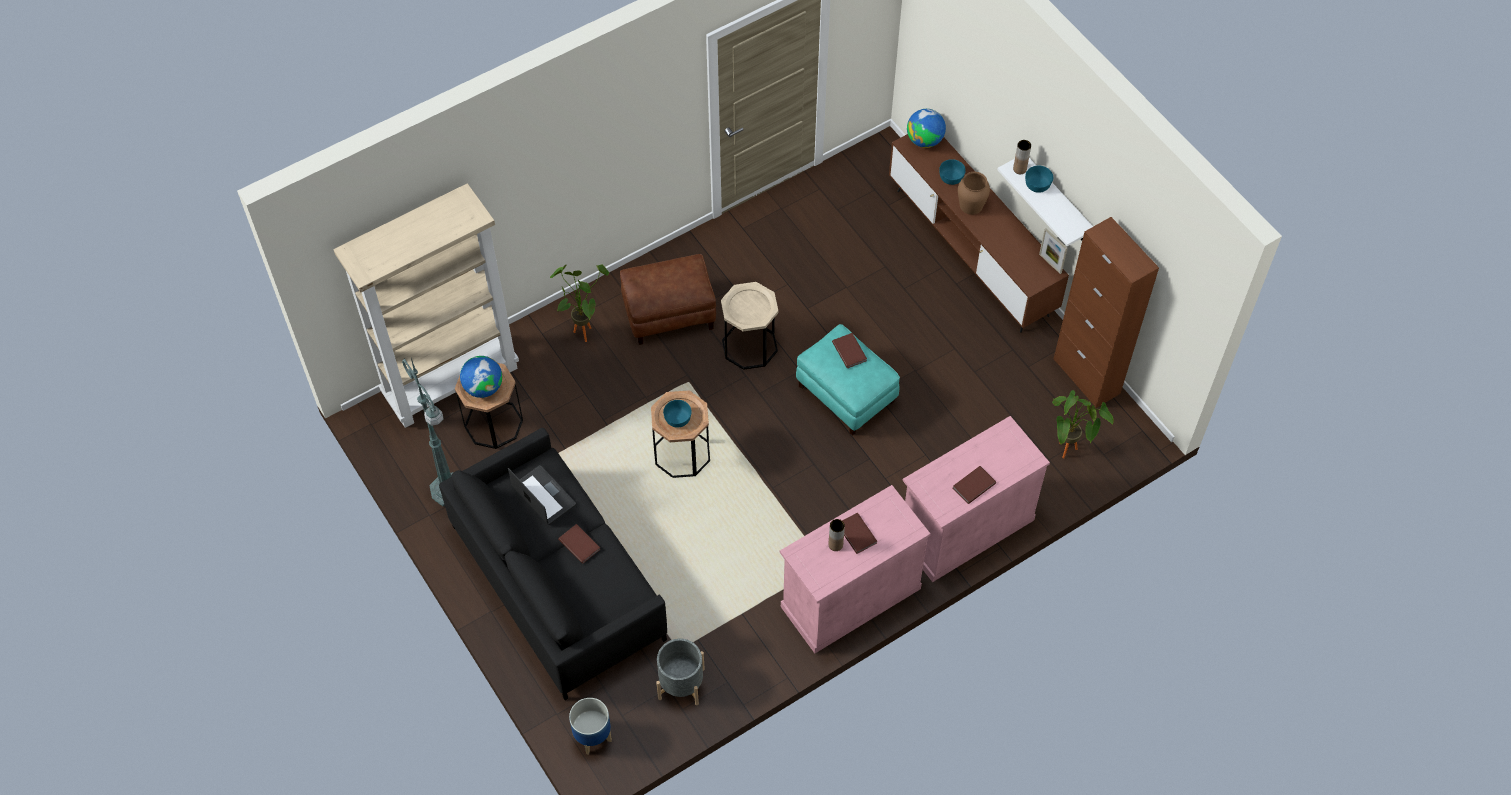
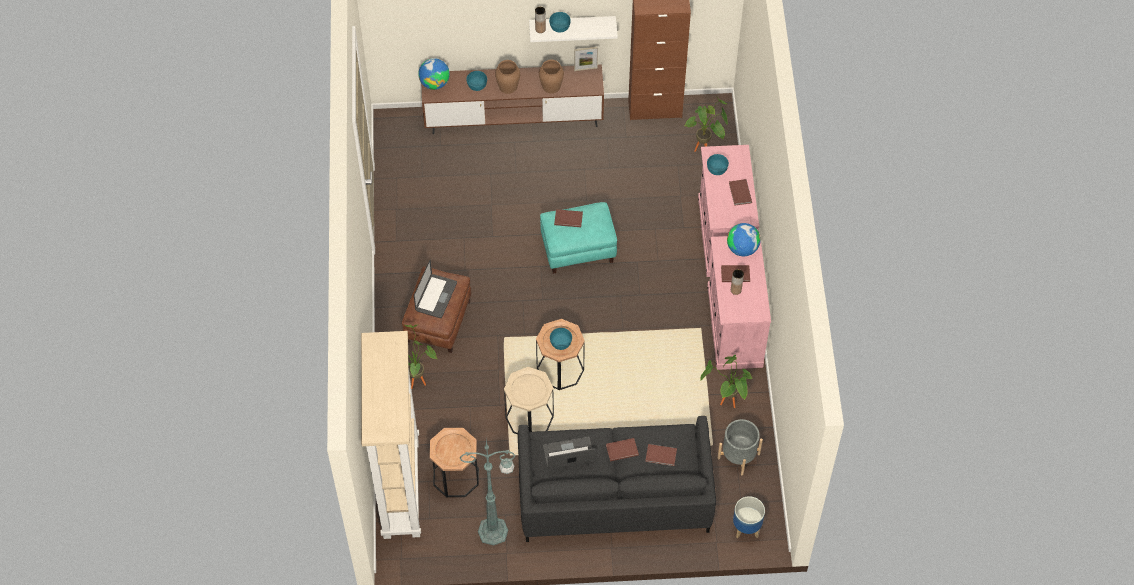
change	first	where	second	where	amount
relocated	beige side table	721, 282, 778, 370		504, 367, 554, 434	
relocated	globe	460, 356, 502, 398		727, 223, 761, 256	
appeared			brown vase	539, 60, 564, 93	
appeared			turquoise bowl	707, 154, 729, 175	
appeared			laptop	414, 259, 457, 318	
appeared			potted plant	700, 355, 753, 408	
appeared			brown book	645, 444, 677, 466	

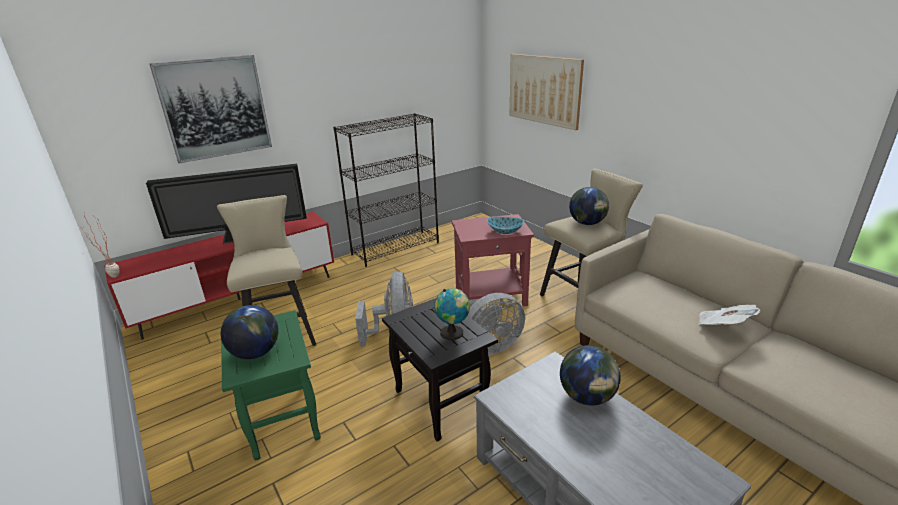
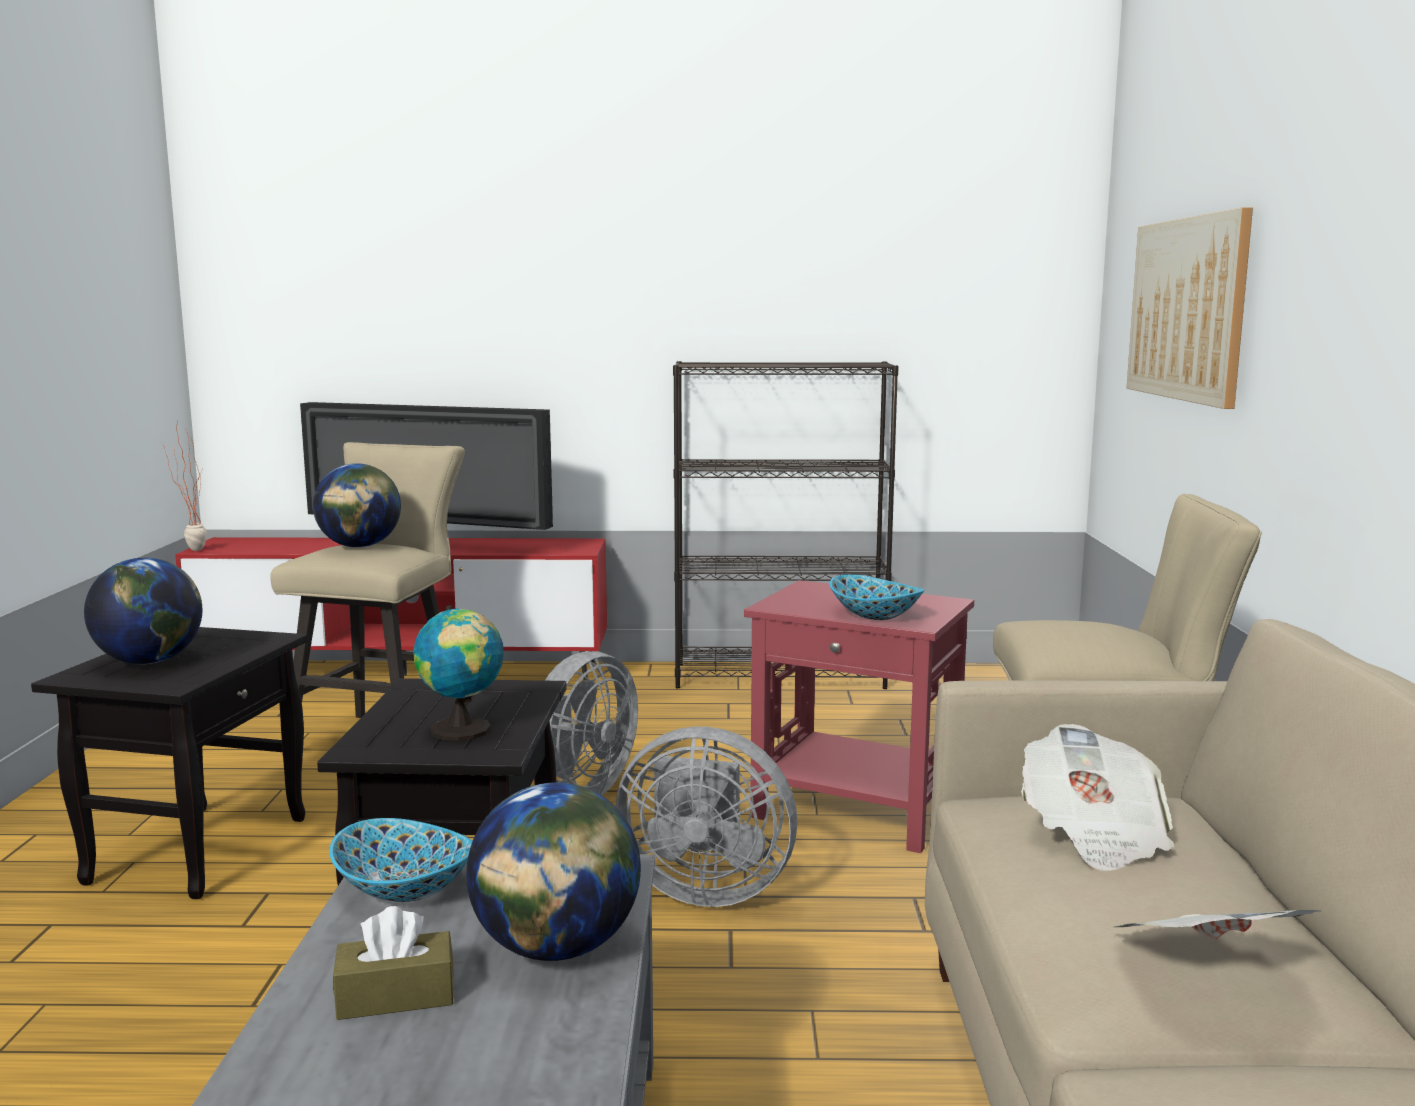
change	first	where	second	where	amount
missing	picture	150, 55, 272, 163			
relocated	globe	569, 187, 609, 225		313, 463, 401, 548	
colour	green side table	221, 310, 320, 461	black side table	31, 627, 307, 899	
appeared			newspaper	1021, 724, 1174, 871	
appeared			bowl	329, 818, 472, 902	
appeared			brown tissue box	333, 906, 454, 1020	

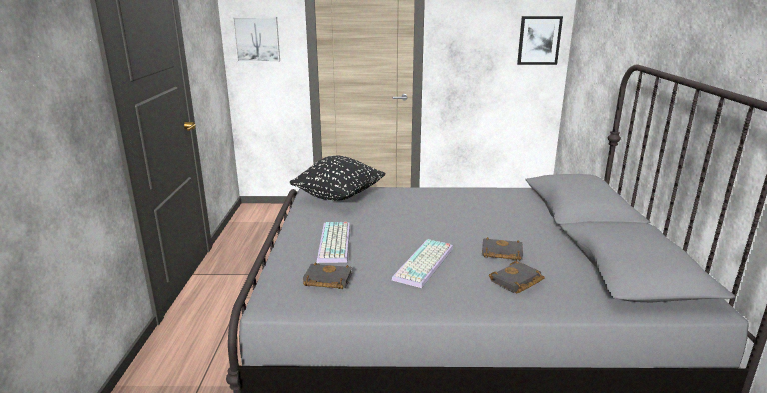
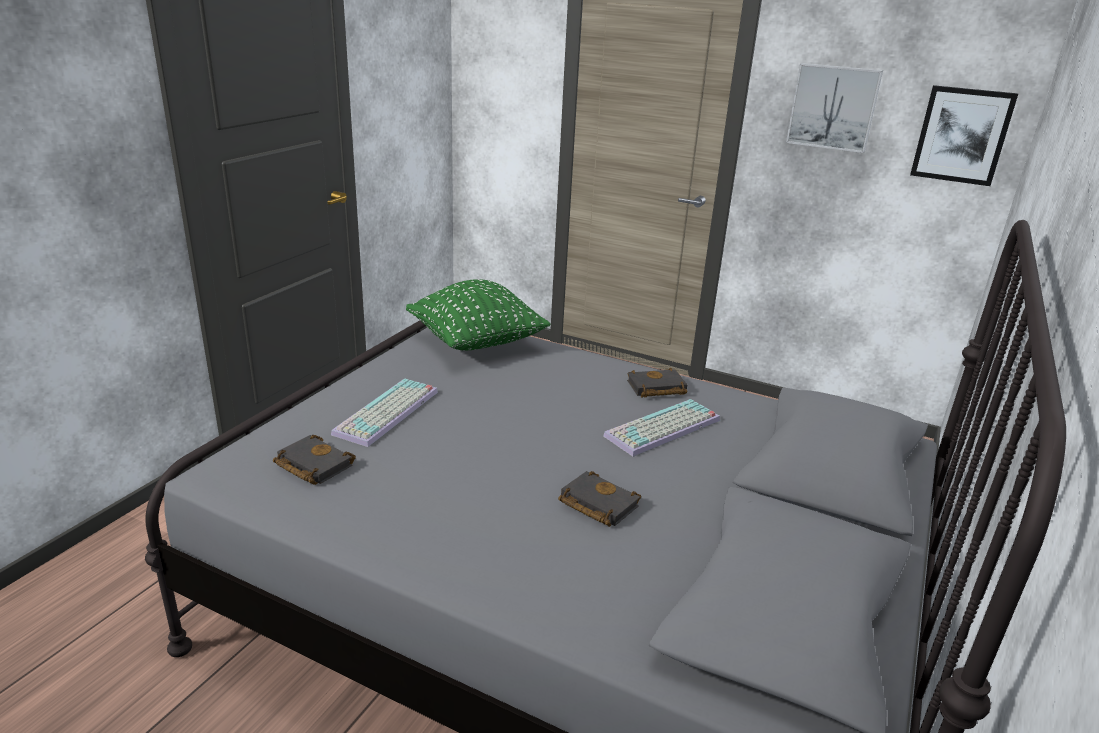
change	first	where	second	where	amount
relocated	picture	233, 17, 280, 62		786, 63, 883, 153	
colour	black pillow	290, 155, 386, 201	green pillow	406, 279, 550, 350	
relocated	keyboard	392, 239, 453, 288		603, 399, 720, 457	
relocated	black book	489, 261, 544, 294		627, 368, 687, 398	

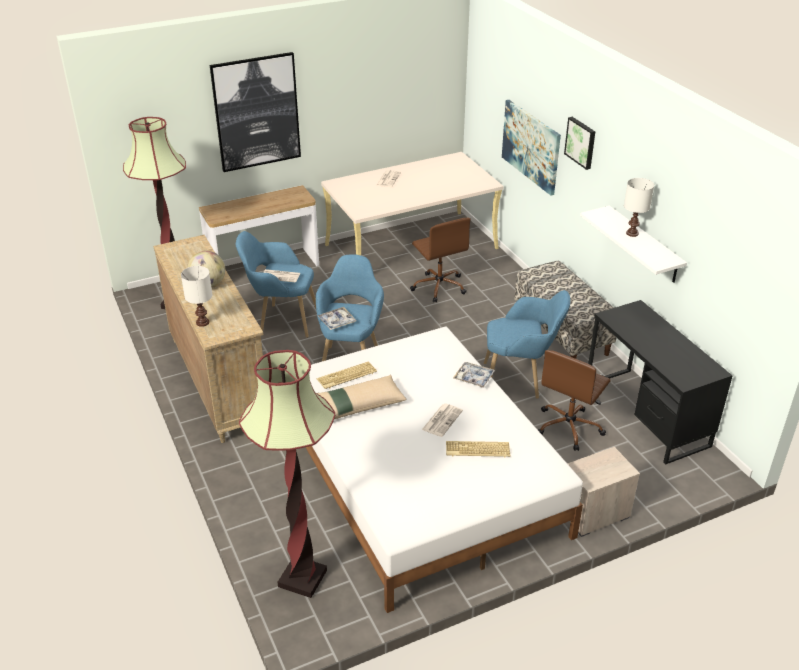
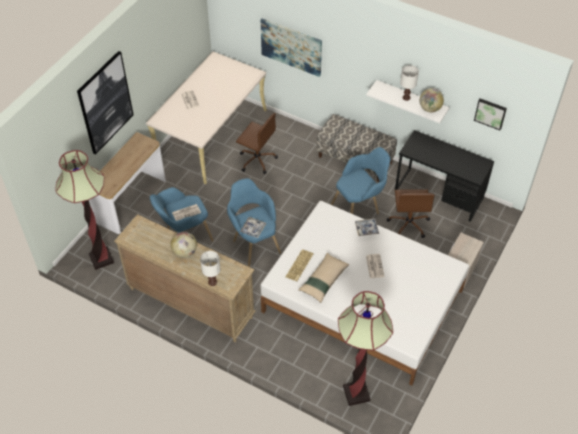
change	first	where	second	where	amount
relocated	picture	564, 117, 595, 170		474, 98, 507, 130	
missing	keyboard	446, 441, 510, 458			
appeared			globe	420, 88, 444, 112	

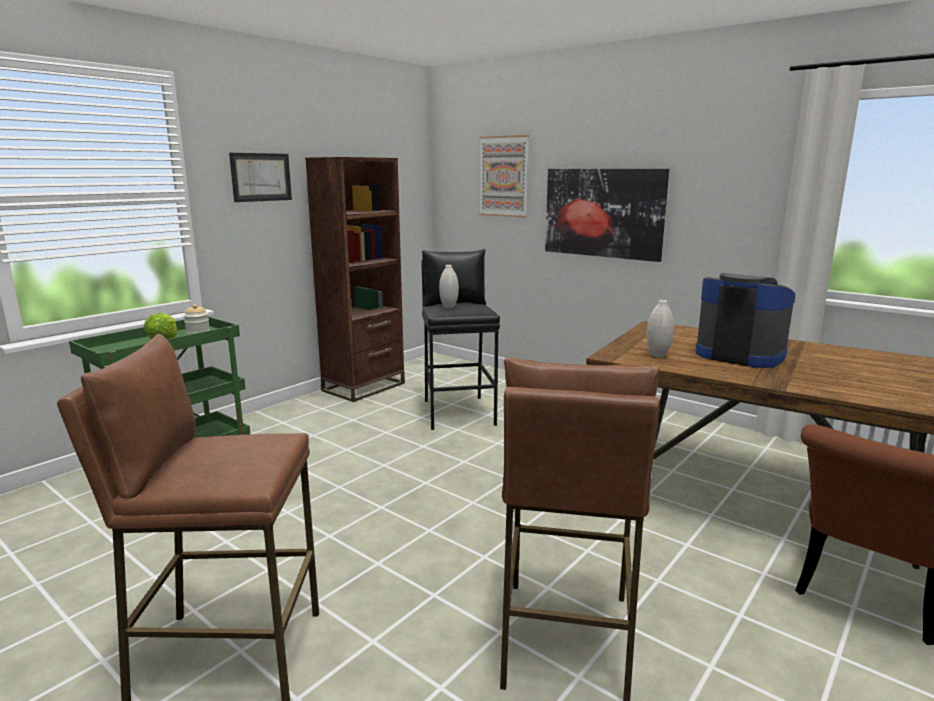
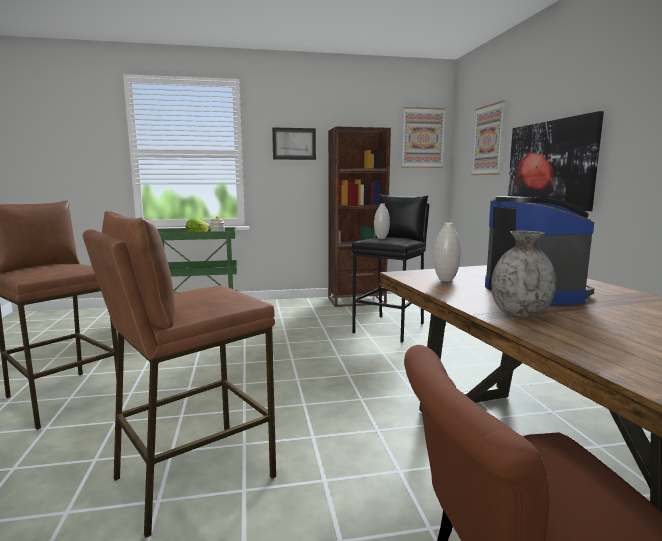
change	first	where	second	where	amount
appeared			picture	402, 107, 446, 168	
appeared			grey vase	491, 231, 556, 317	

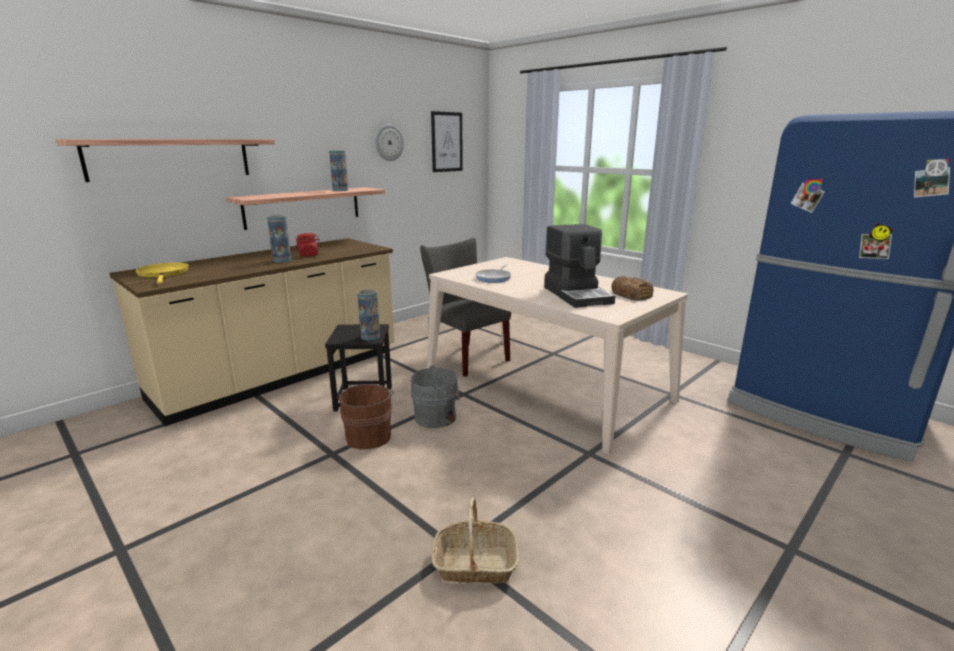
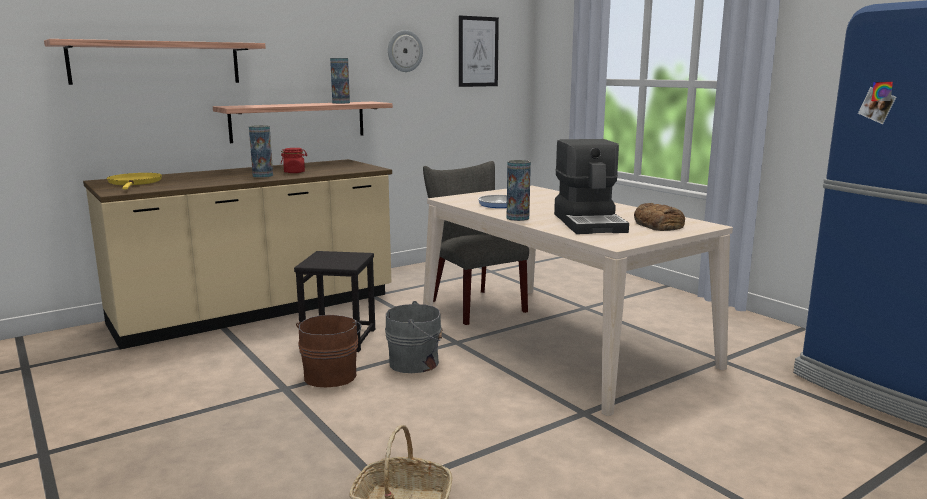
change	first	where	second	where	amount
relocated	vase	357, 289, 380, 341		507, 160, 531, 221	

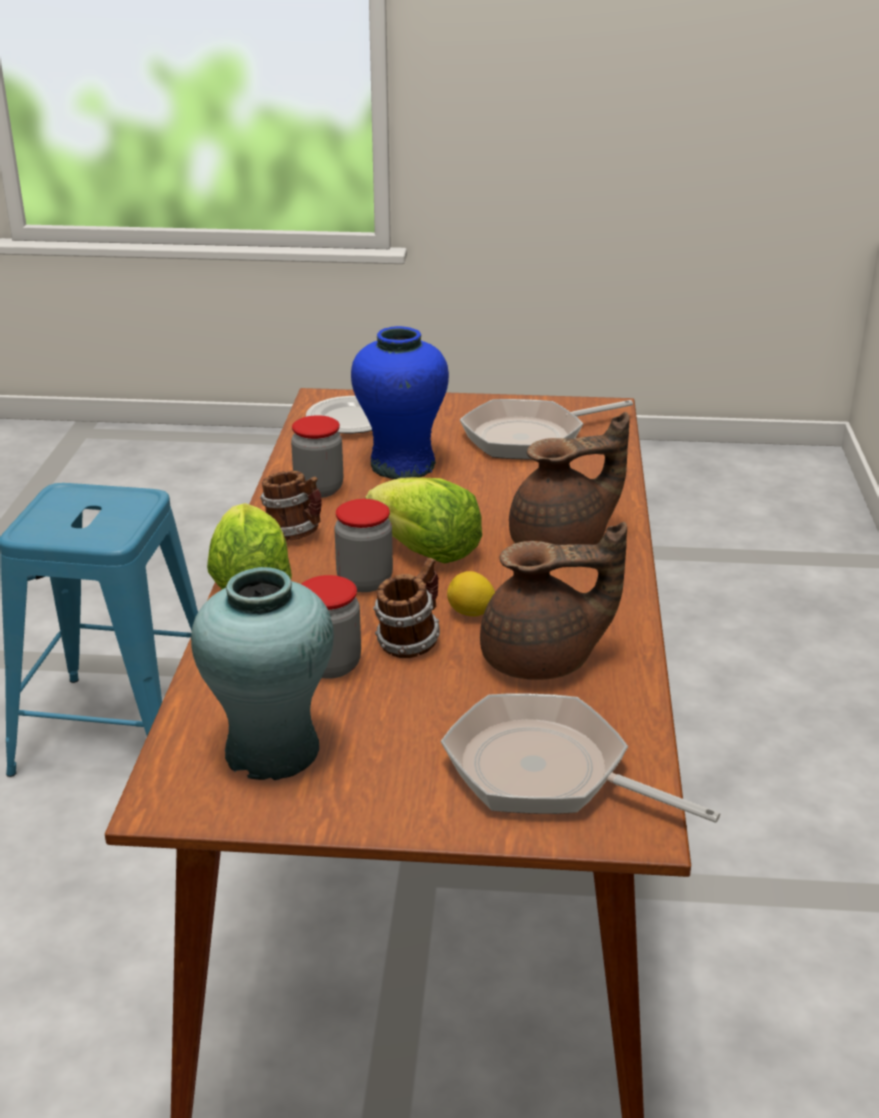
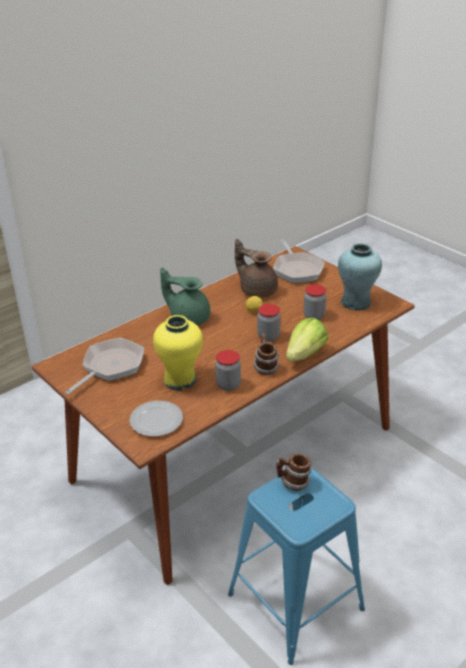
change	first	where	second	where	amount
colour	blue vase	351, 326, 449, 479	yellow vase	153, 315, 203, 391	
spun	frying pan	460, 399, 633, 460		65, 338, 144, 395	75 degrees counterclockwise
colour	brown teapot	509, 412, 630, 545	green teapot	160, 267, 210, 325	
missing	lettuce	365, 477, 482, 564			
relocated	mug	373, 558, 440, 658		276, 453, 312, 491	

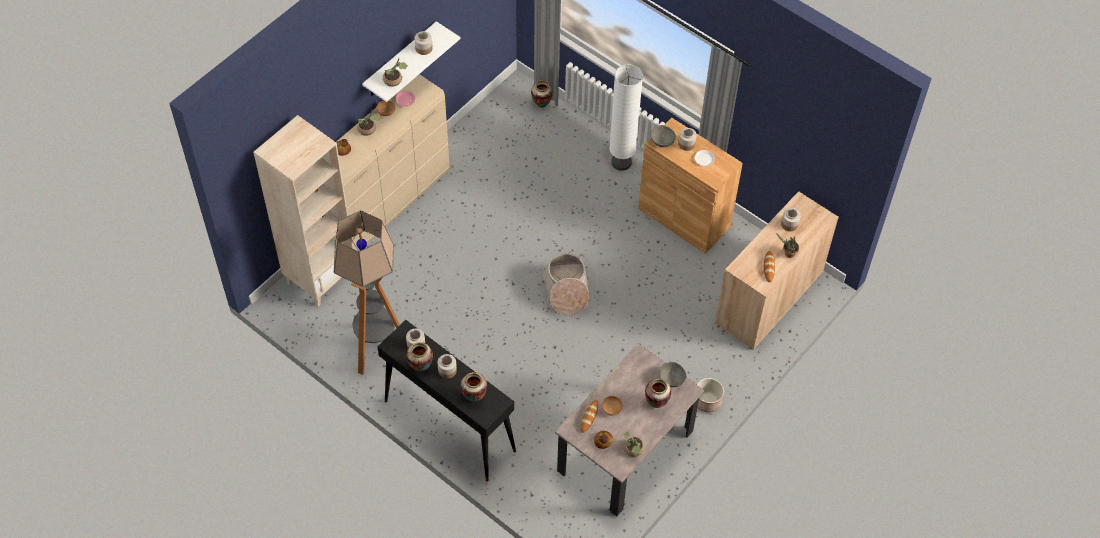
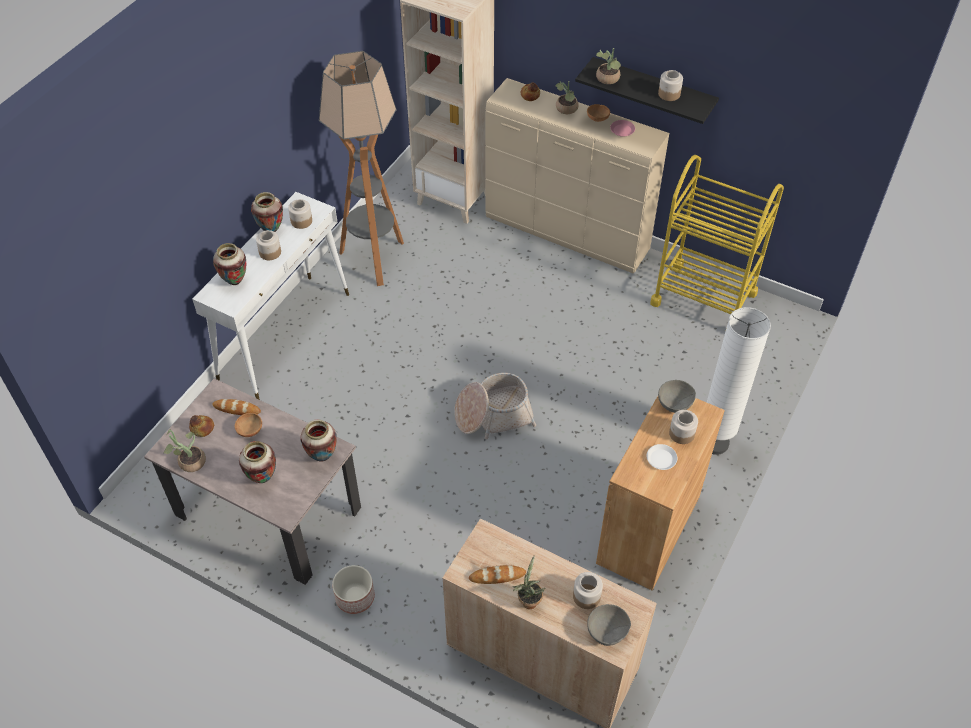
change	first	where	second	where	amount
colour	white shelf	362, 21, 461, 102	black shelf	575, 57, 719, 124	
relocated	vase	531, 80, 553, 108		301, 419, 337, 462	
colour	black console table	377, 320, 516, 482	white console table	192, 192, 349, 400	
relocated	grey bowl	659, 362, 686, 387		587, 604, 631, 646	
appeared			yellow cart	650, 155, 784, 328	

